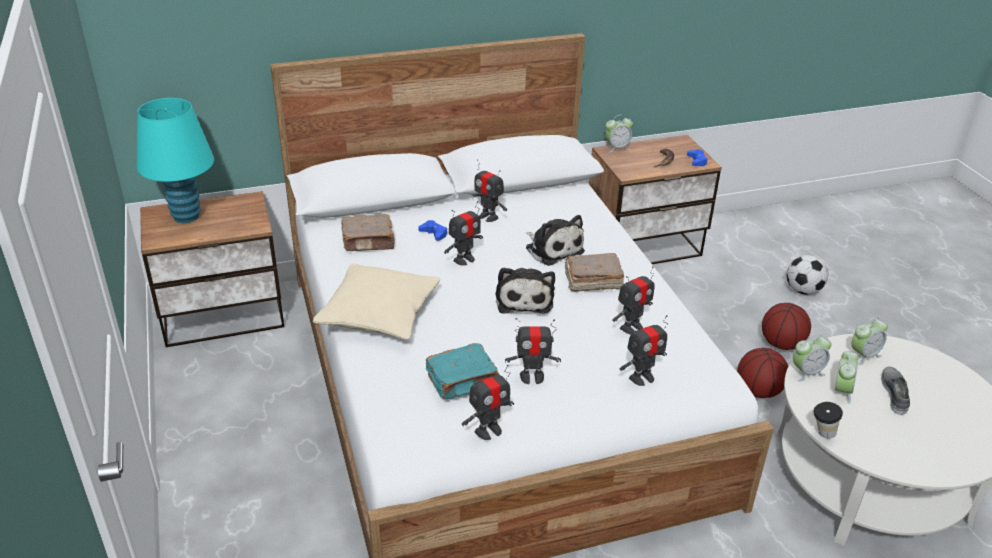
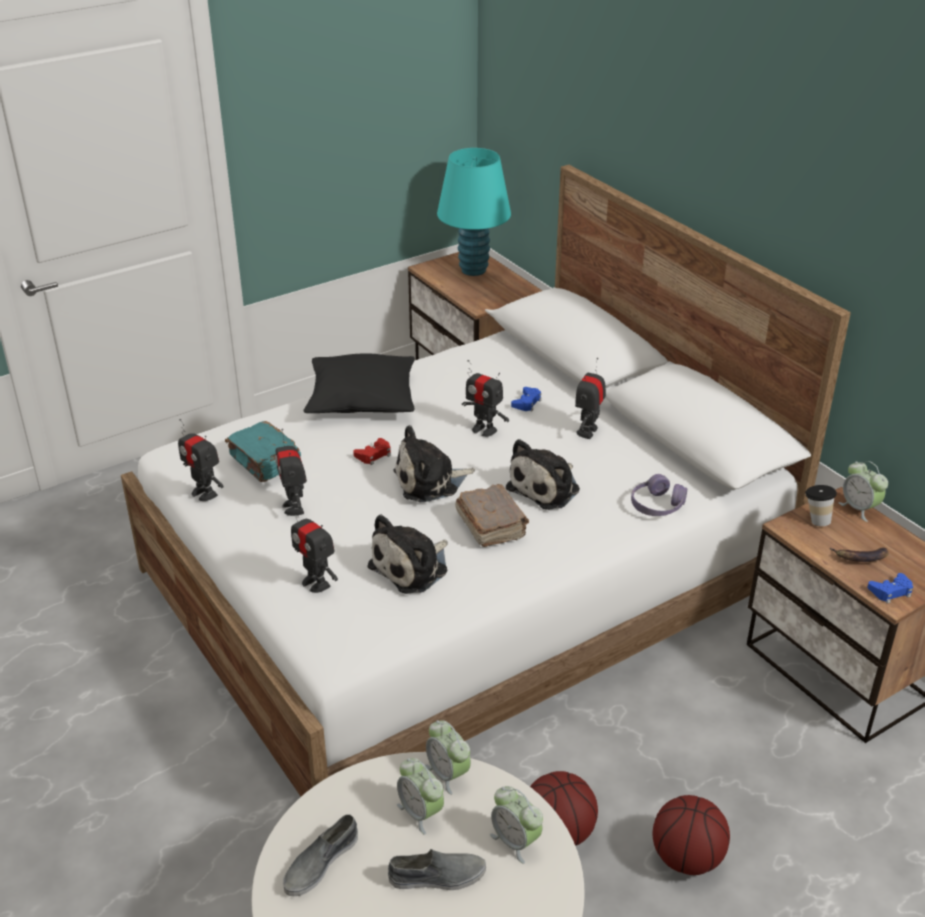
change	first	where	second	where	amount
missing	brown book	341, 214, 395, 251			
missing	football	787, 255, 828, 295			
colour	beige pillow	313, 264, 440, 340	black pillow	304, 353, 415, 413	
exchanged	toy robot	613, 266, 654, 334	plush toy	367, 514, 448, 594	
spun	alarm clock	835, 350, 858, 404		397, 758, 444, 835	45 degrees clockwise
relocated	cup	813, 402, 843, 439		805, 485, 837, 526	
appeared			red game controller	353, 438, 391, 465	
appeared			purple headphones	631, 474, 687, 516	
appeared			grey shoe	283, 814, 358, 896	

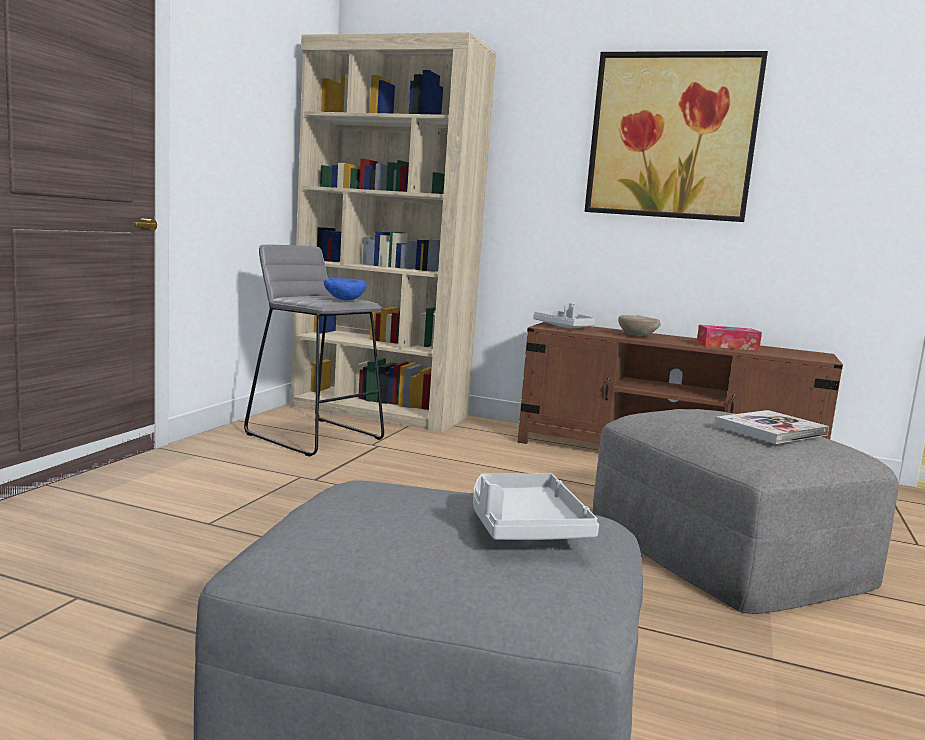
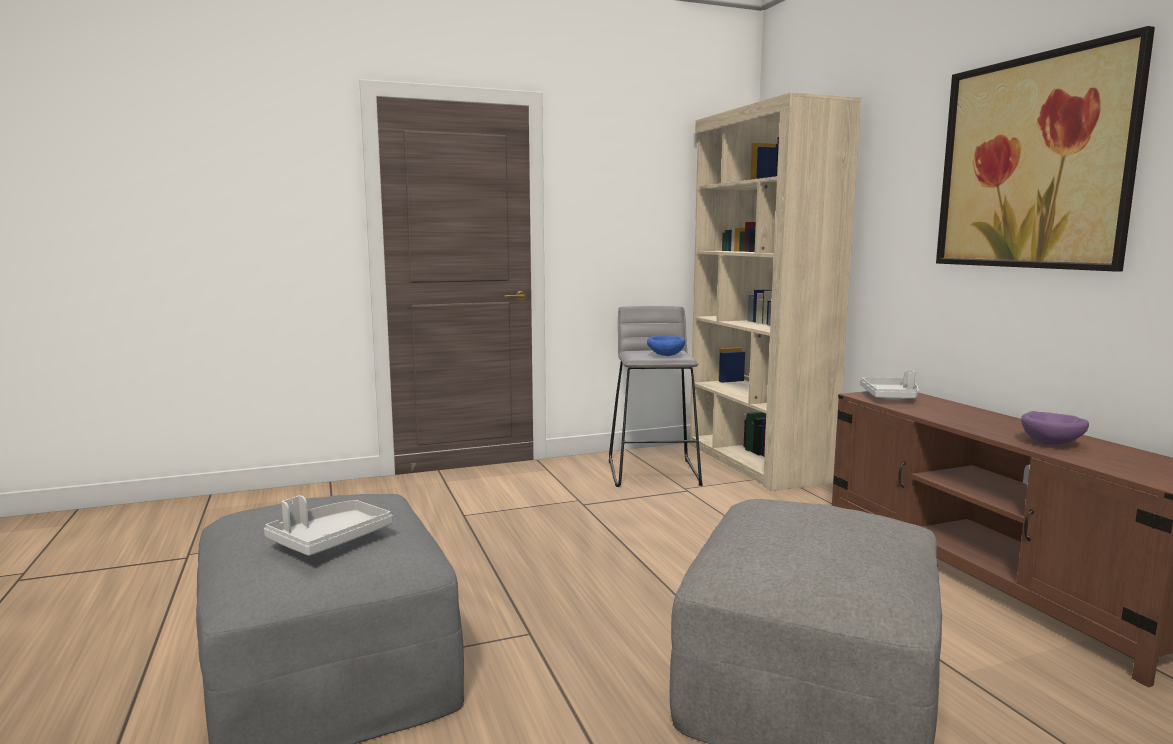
change	first	where	second	where	amount
missing	beige bowl	618, 315, 661, 337			
exchanged	tissue box	697, 325, 762, 351	purple bowl	1021, 411, 1089, 445	
missing	book	715, 410, 829, 444			

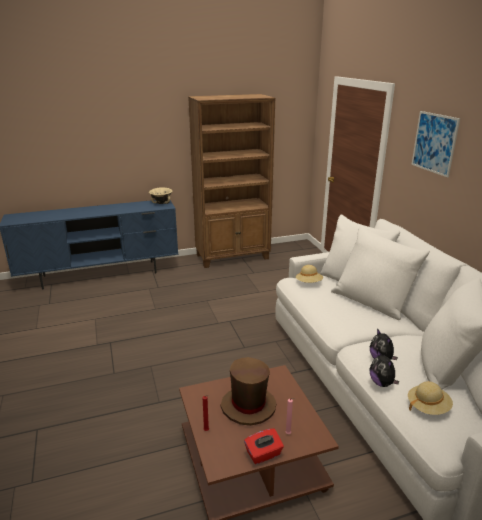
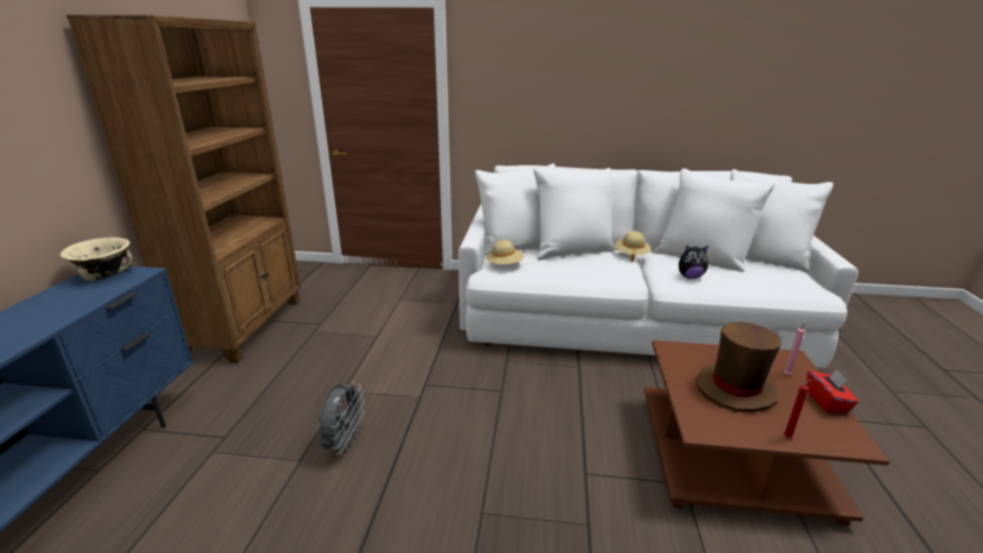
change	first	where	second	where	amount
missing	picture	411, 111, 460, 178			
missing	plush toy	370, 351, 400, 387			
relocated	beige hat	408, 381, 453, 415		615, 231, 651, 262	
appeared			grey fan	318, 381, 365, 455	

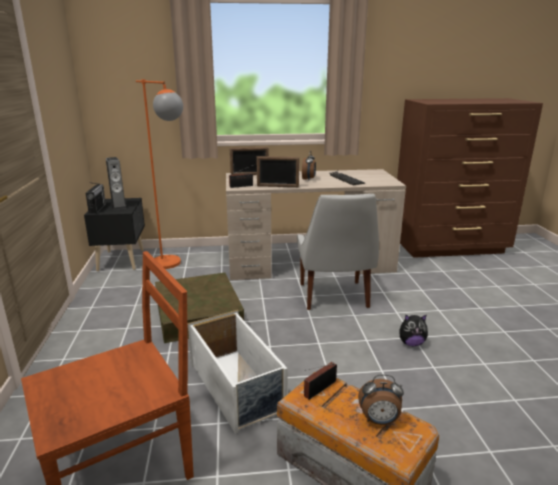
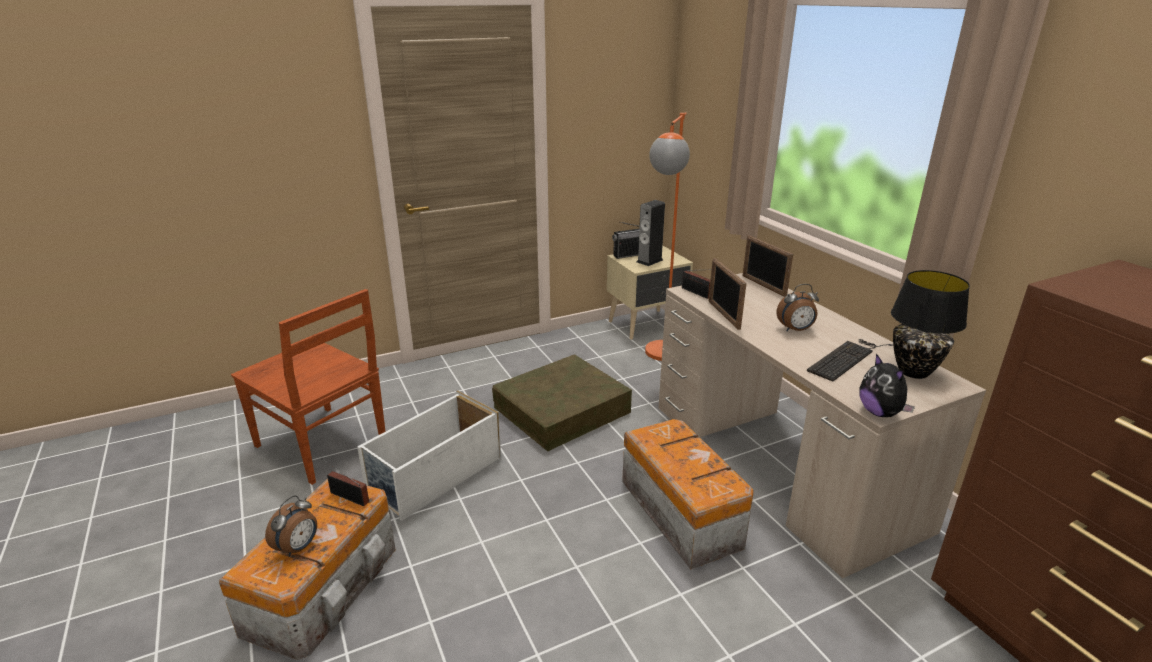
change	first	where	second	where	amount
exchanged	white chair	297, 194, 379, 310	storage box	622, 419, 754, 570	
colour	black nightstand	84, 198, 145, 271	beige nightstand	607, 246, 693, 339	
relocated	plush toy	399, 315, 428, 346		859, 354, 915, 417	
spun	alarm clock	358, 374, 404, 425		265, 496, 317, 557	135 degrees counterclockwise
appeared			black table lamp	891, 270, 970, 379	

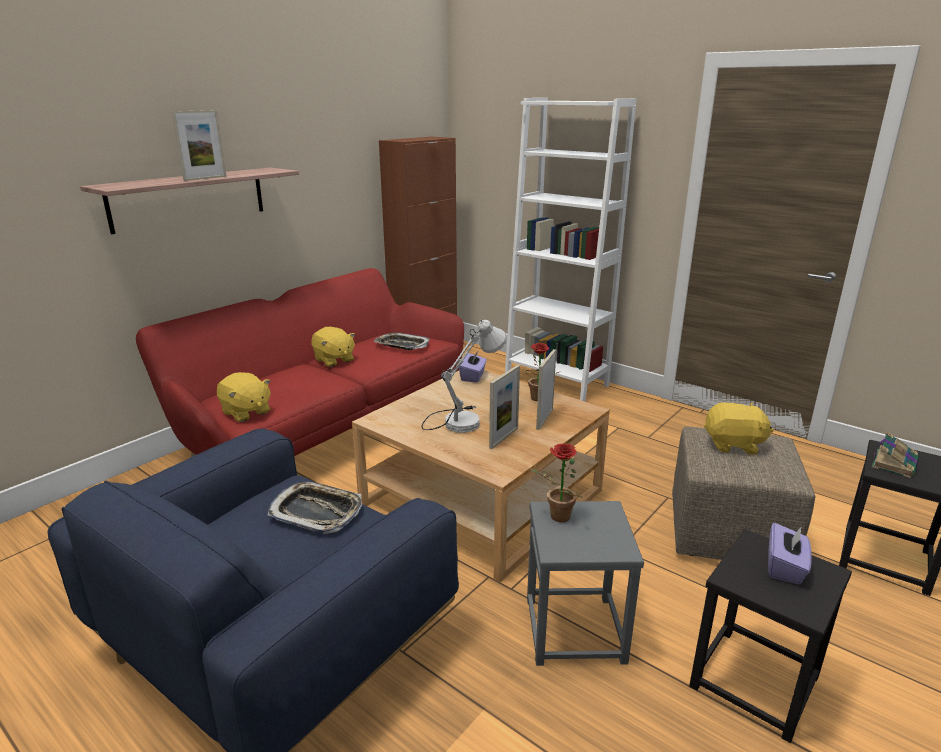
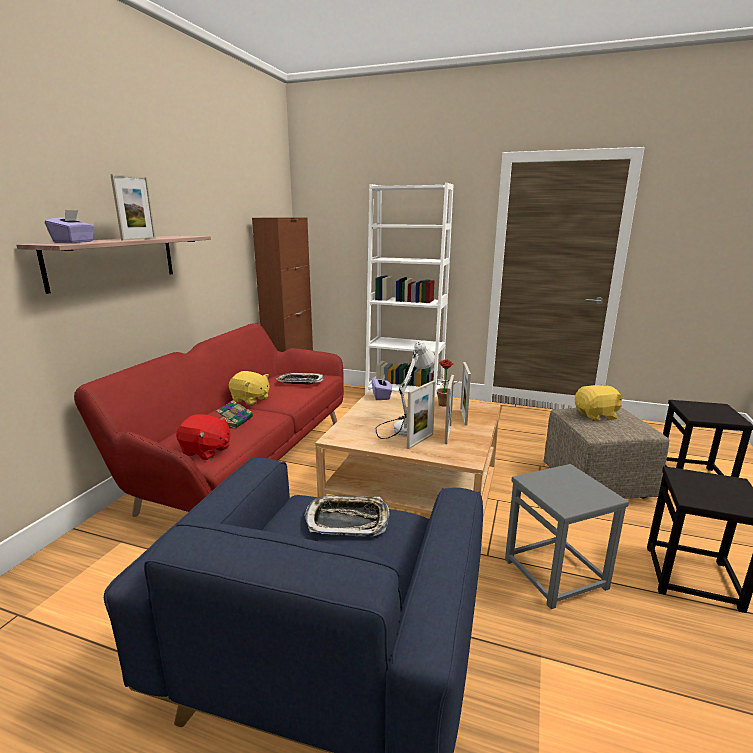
change	first	where	second	where	amount
colour	yellow plush toy	217, 372, 271, 422	red plush toy	176, 414, 230, 460	
relocated	book	872, 432, 919, 478		216, 400, 253, 429	
missing	potted plant	529, 443, 583, 522			
relocated	purple tissue box	768, 523, 812, 584		45, 210, 95, 243	
appeared			picture frame	407, 381, 435, 449	

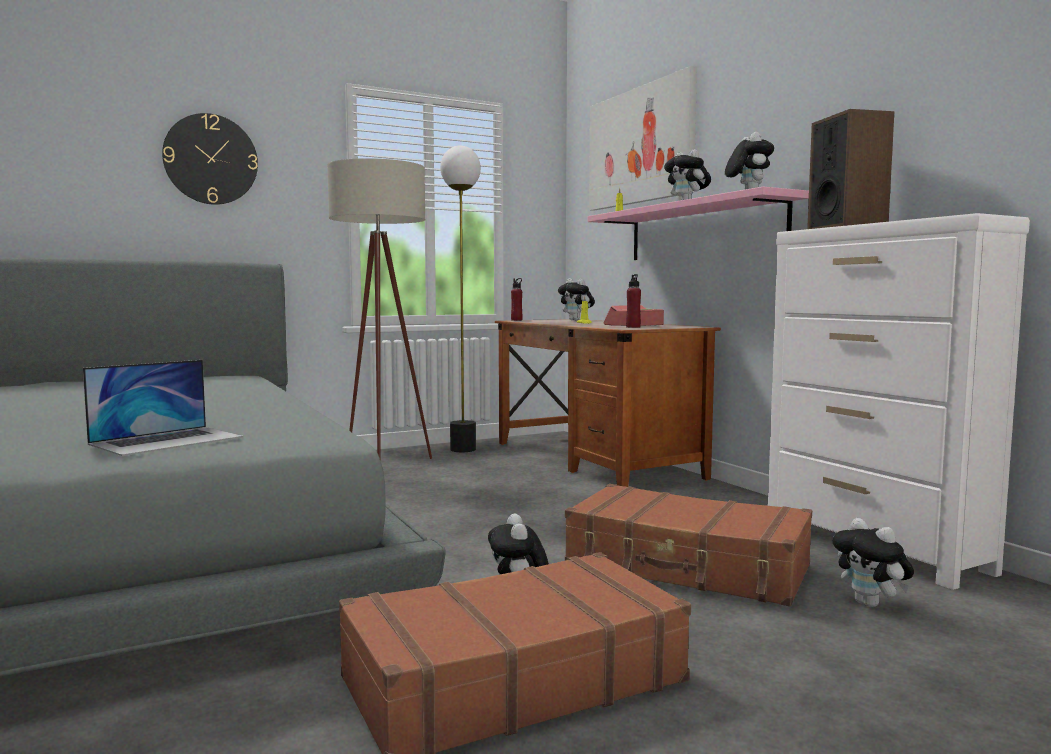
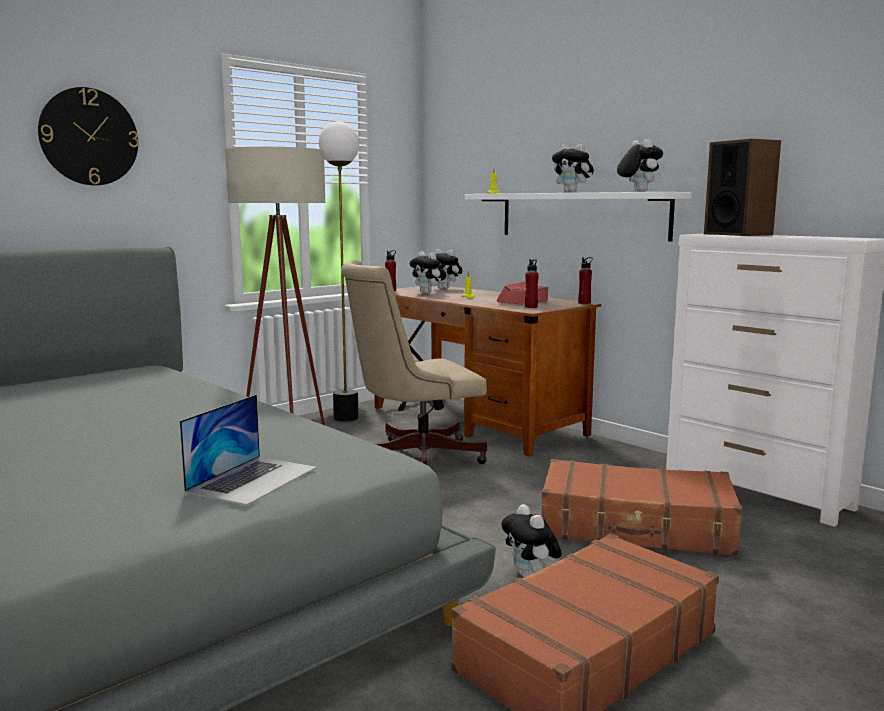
change	first	where	second	where	amount
missing	picture	589, 66, 697, 211			
colour	pink shelf	588, 187, 809, 260	white shelf	465, 192, 692, 241	
relocated	plush toy	833, 518, 914, 607		409, 251, 446, 294	
appeared			red bottle	578, 257, 593, 304	
appeared			beige office chair	341, 260, 487, 465	

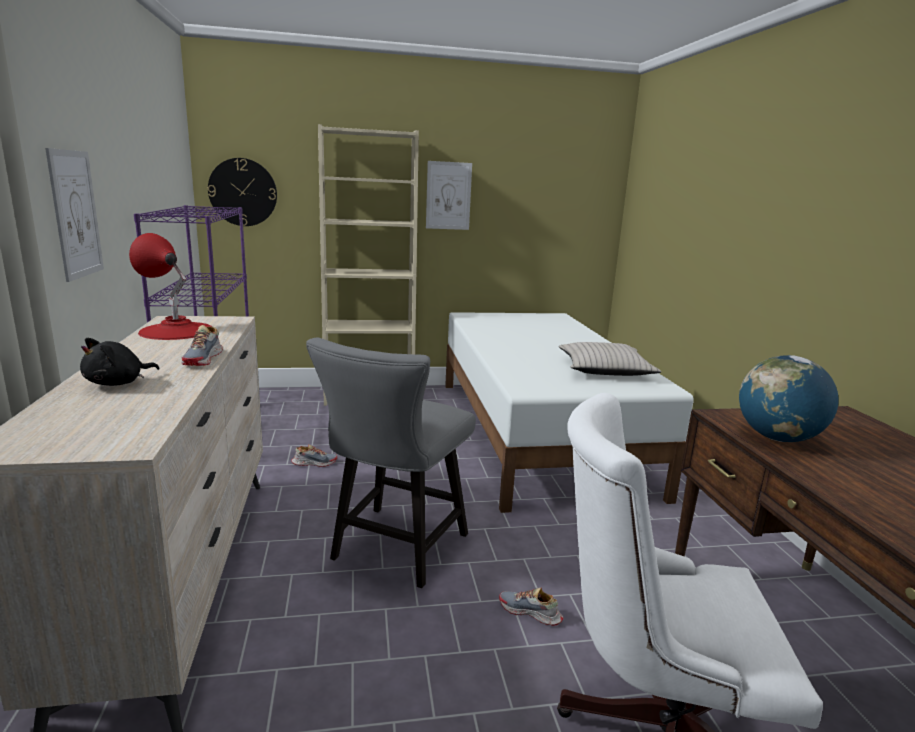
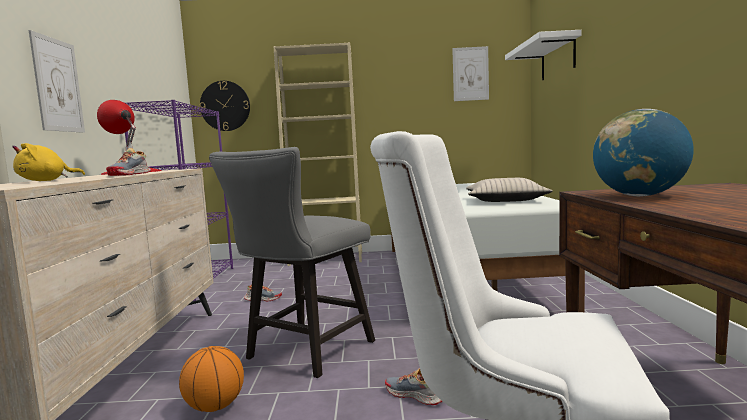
change	first	where	second	where	amount
relocated	picture	426, 161, 472, 230		452, 46, 489, 101	
colour	black plush toy	80, 338, 159, 386	yellow plush toy	12, 143, 85, 181	
appeared			white shelf	505, 30, 582, 80	
appeared			basketball	179, 346, 244, 412	

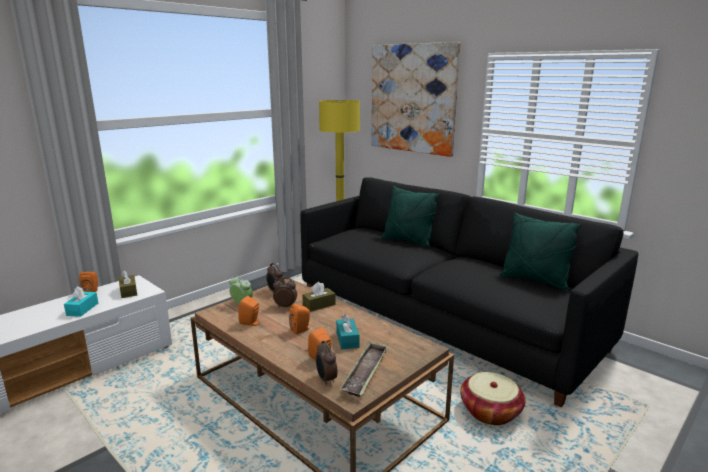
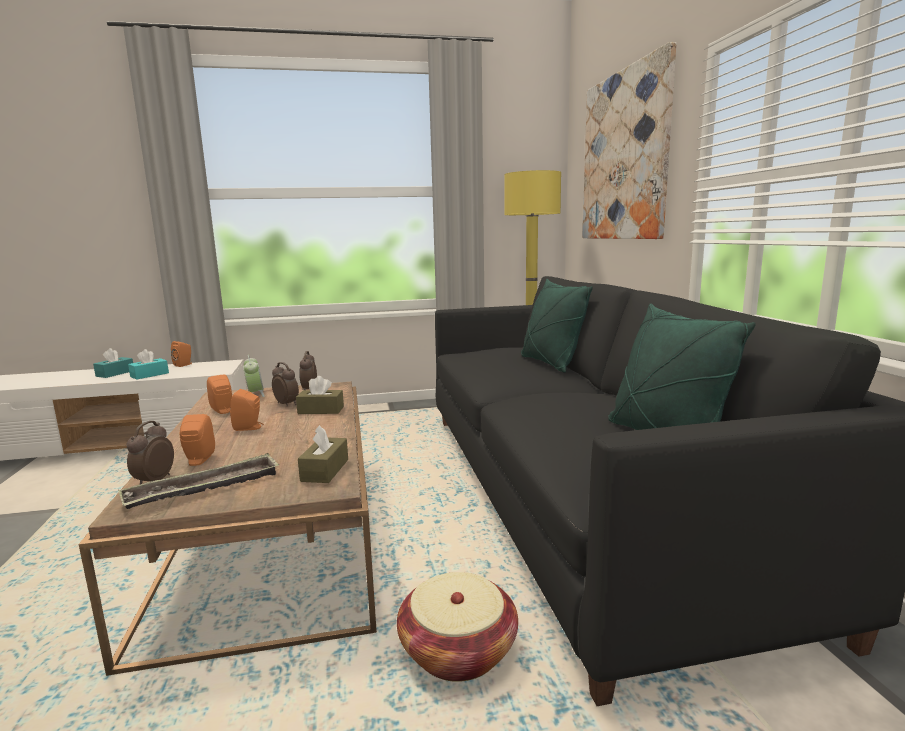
change	first	where	second	where	amount
relocated	brown tissue box	119, 270, 137, 298		298, 425, 348, 483	
relocated	turquoise tissue box	336, 314, 359, 349		93, 348, 133, 378	

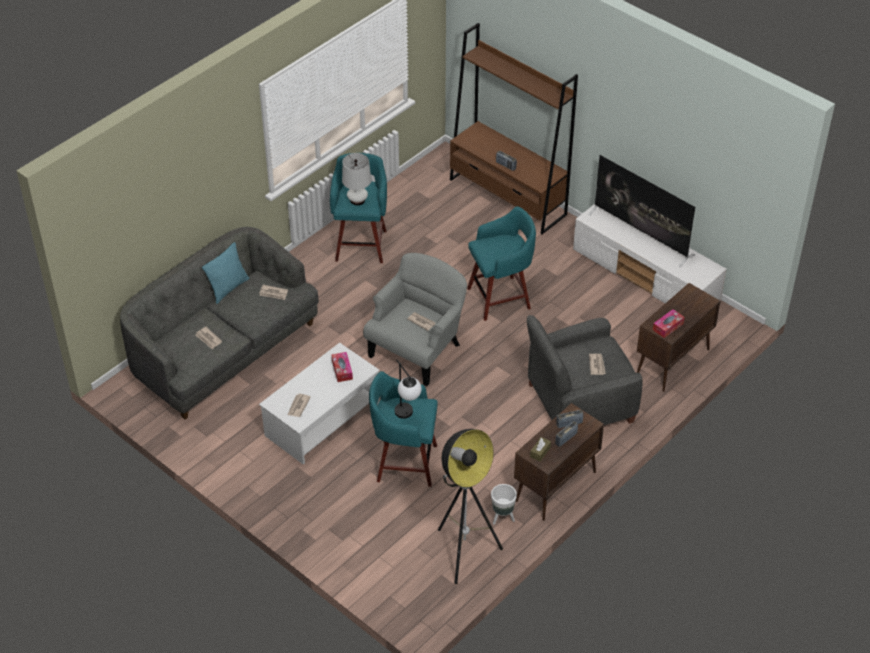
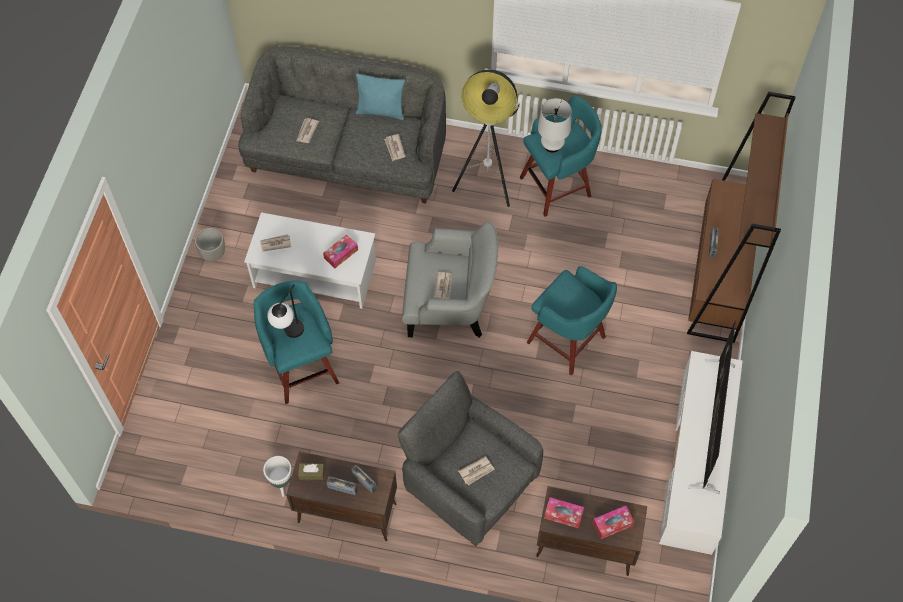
change	first	where	second	where	amount
relocated	floor lamp	438, 429, 503, 584		452, 70, 520, 207	
appeared			planter	195, 228, 225, 261	
appeared			tissue box	593, 506, 634, 539	

